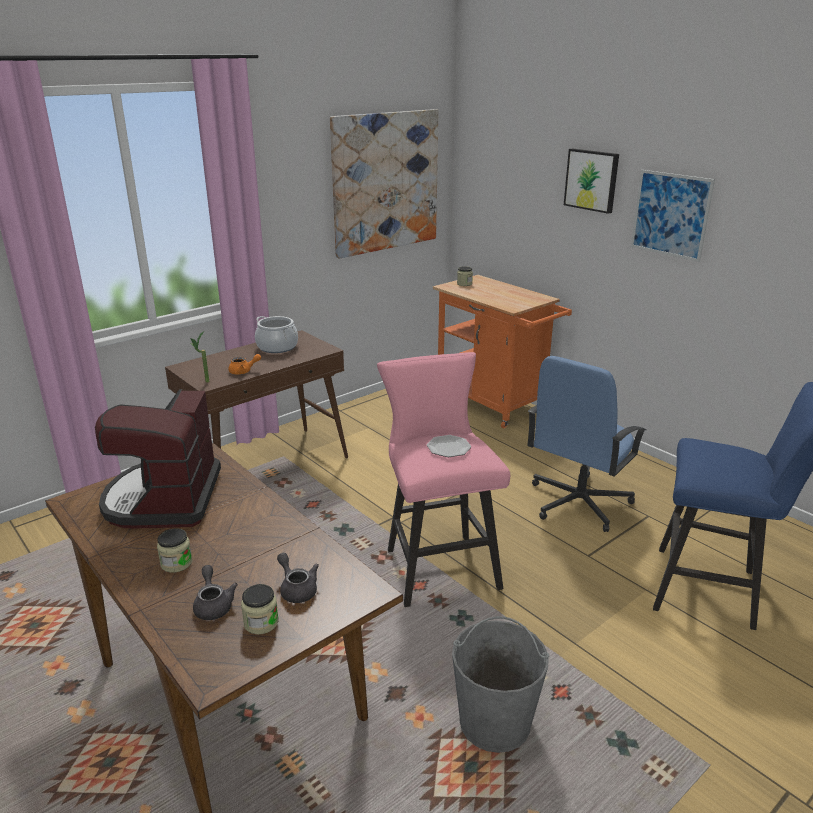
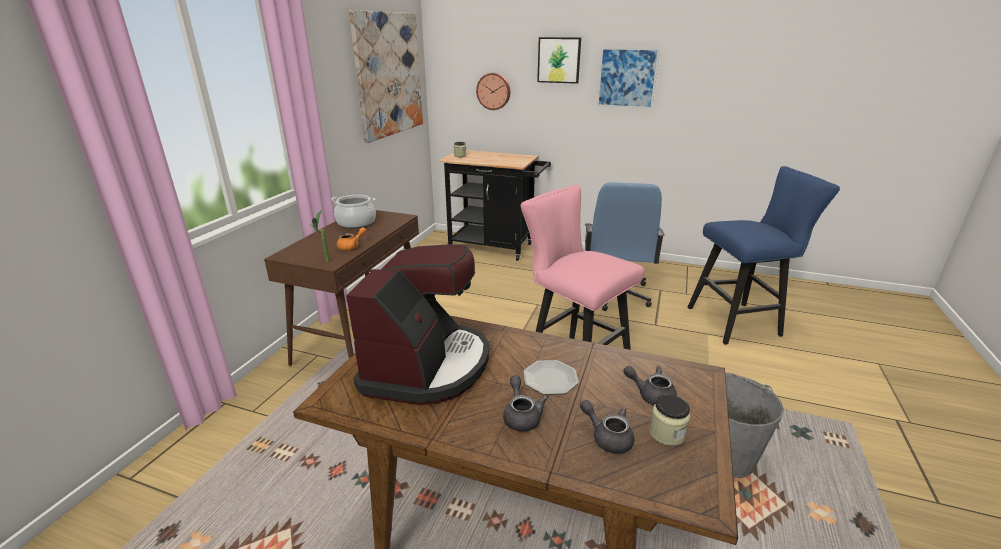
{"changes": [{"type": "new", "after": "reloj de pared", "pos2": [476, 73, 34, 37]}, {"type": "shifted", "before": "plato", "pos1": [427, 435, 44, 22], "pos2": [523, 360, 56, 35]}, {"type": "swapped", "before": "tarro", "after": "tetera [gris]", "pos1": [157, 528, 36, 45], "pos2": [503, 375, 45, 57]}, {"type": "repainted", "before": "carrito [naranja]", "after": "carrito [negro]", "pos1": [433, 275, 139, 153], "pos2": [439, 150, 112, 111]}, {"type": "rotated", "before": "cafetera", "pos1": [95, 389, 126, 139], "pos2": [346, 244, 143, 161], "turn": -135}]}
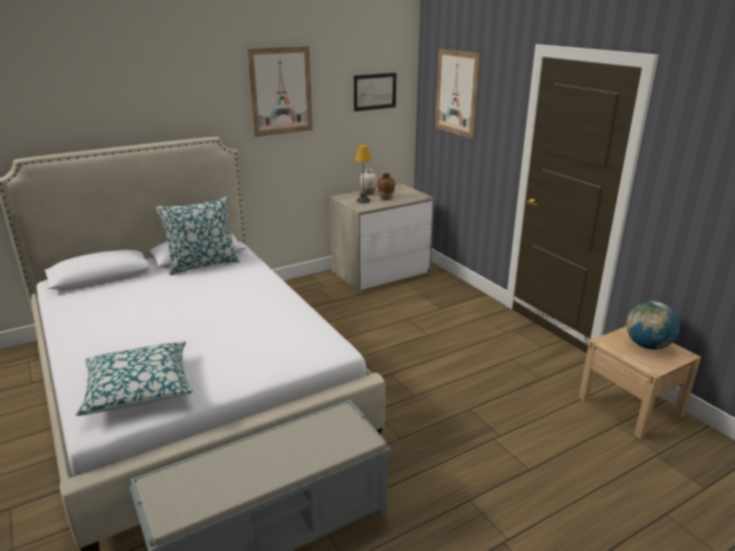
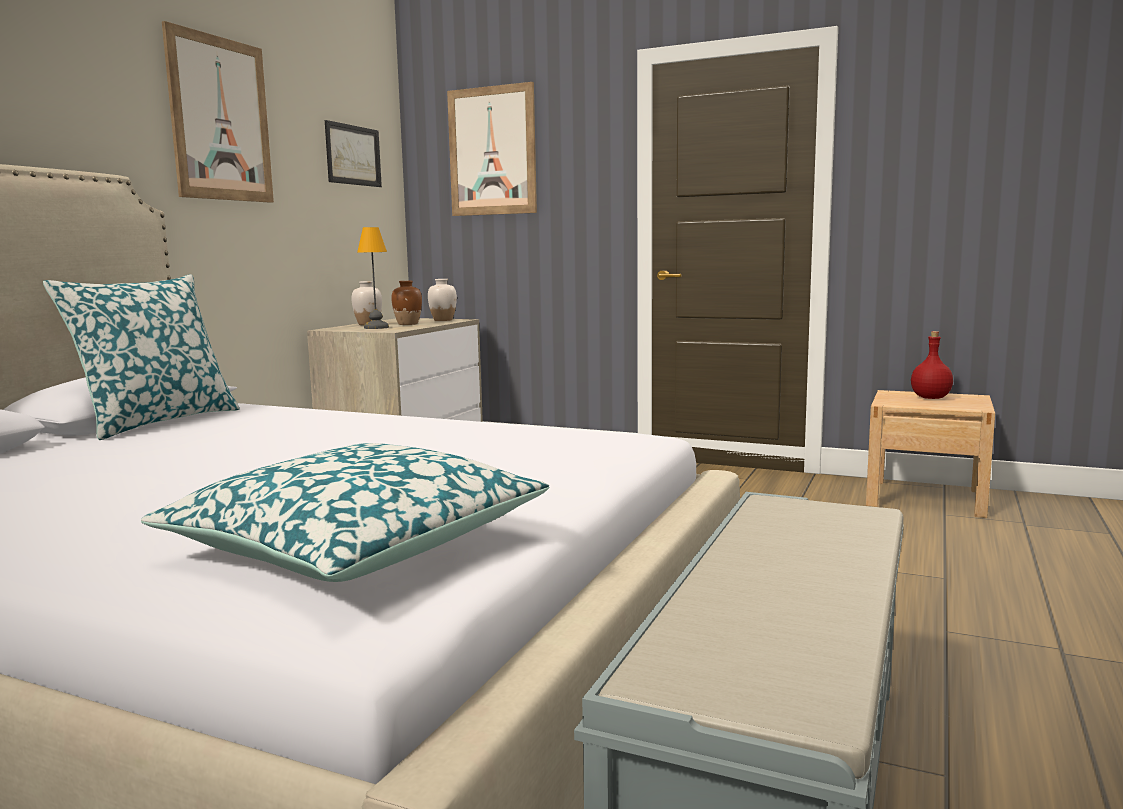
{"changes": [{"type": "new", "after": "florero [blanco]", "pos2": [428, 279, 29, 42]}, {"type": "swapped", "before": "globo terráqueo", "after": "botella [rojo]", "pos1": [626, 301, 54, 49], "pos2": [911, 331, 42, 68]}]}
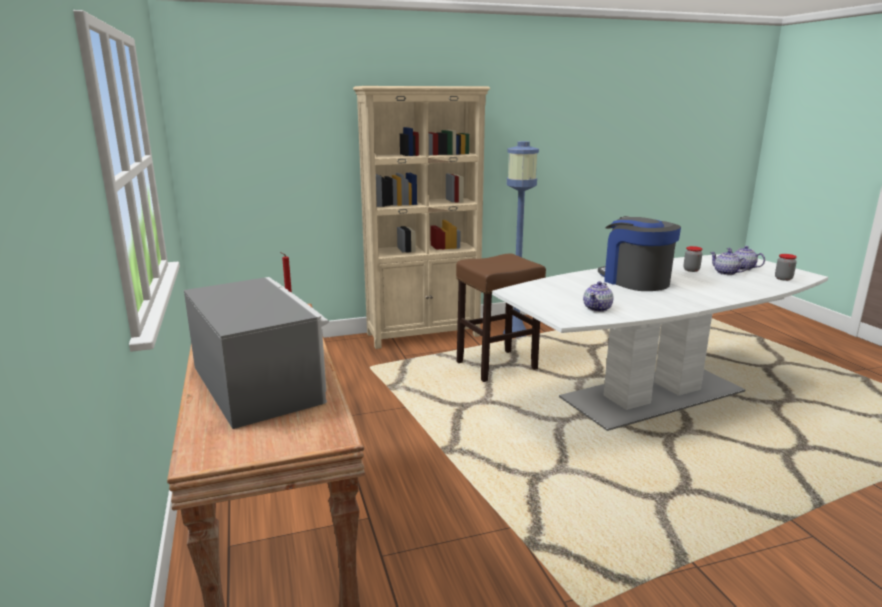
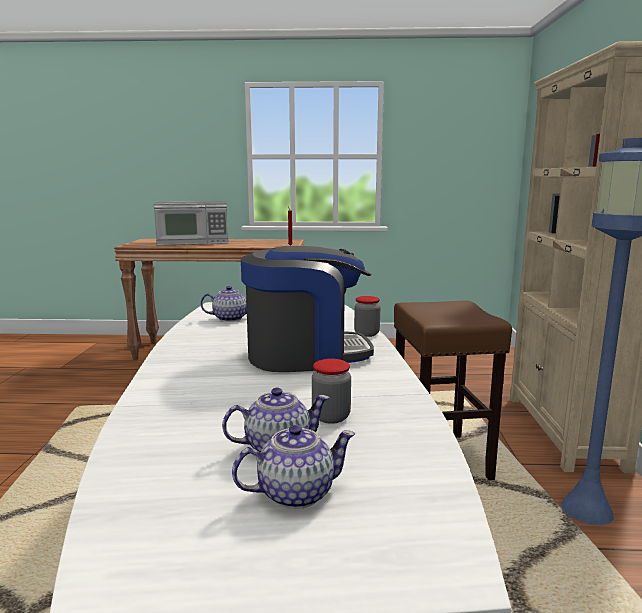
{"changes": [{"type": "shifted", "before": "tarro", "pos1": [775, 254, 22, 27], "pos2": [354, 296, 26, 41]}, {"type": "rotated", "before": "tetera", "pos1": [583, 281, 31, 31], "pos2": [200, 286, 47, 36], "turn": 120}]}
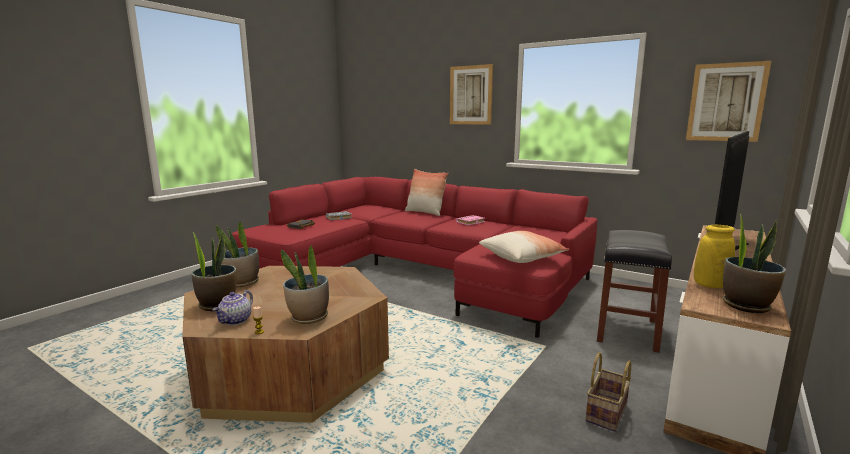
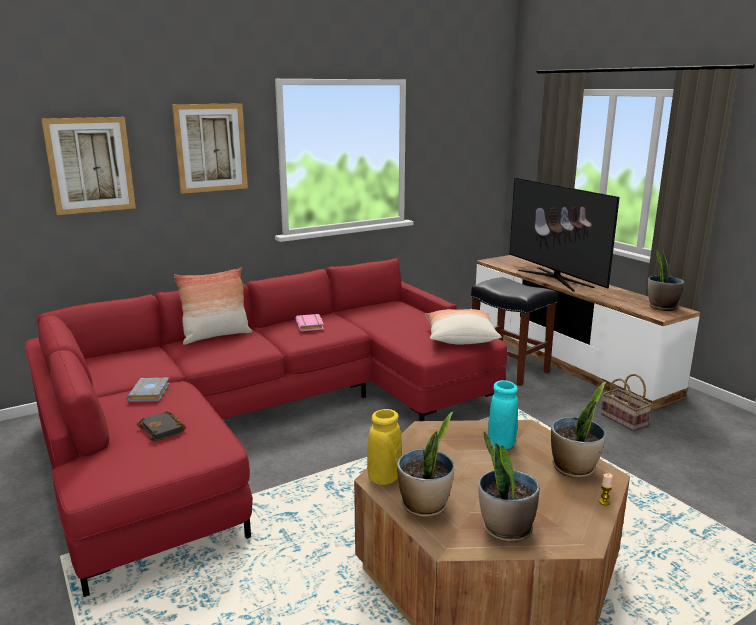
{"changes": [{"type": "gone", "before": "tetera", "pos1": [213, 290, 40, 35]}, {"type": "new", "after": "florero [turquesa]", "pos2": [488, 380, 30, 69]}, {"type": "shifted", "before": "cuadro", "pos1": [686, 61, 85, 81], "pos2": [41, 117, 95, 98]}, {"type": "shifted", "before": "florero [amarillo]", "pos1": [694, 225, 41, 63], "pos2": [367, 409, 35, 76]}]}
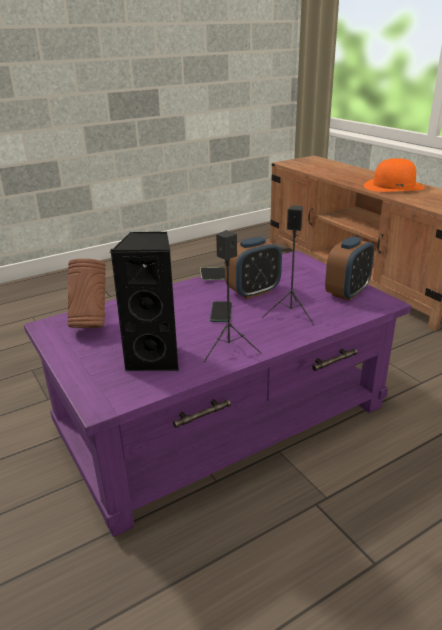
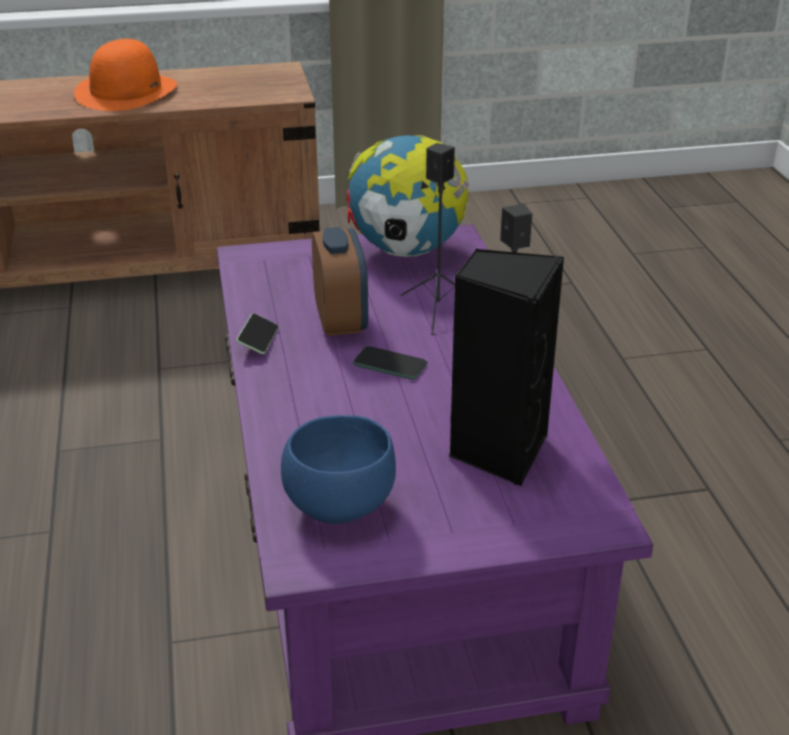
{"changes": [{"type": "swapped", "before": "florero [marrón]", "after": "cuenco [azul]", "pos1": [68, 259, 38, 69], "pos2": [281, 415, 115, 109]}, {"type": "swapped", "before": "despertador", "after": "globo terráqueo", "pos1": [325, 236, 49, 65], "pos2": [347, 135, 122, 122]}]}
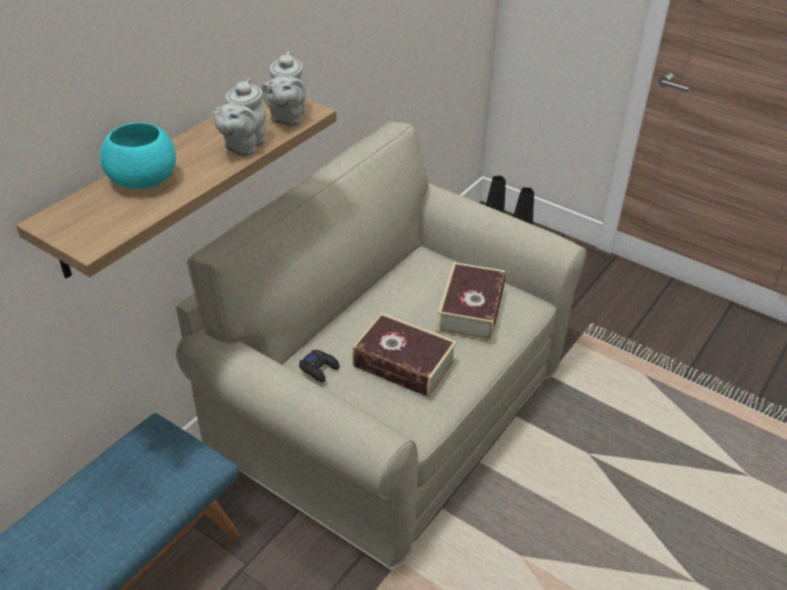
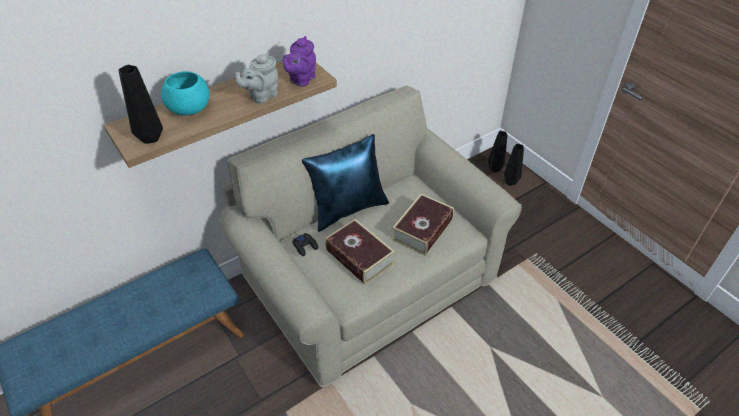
{"changes": [{"type": "new", "after": "florero [negro]", "pos2": [118, 65, 45, 79]}, {"type": "new", "after": "cojín [azul]", "pos2": [302, 134, 87, 98]}, {"type": "repainted", "before": "tetera [gris]", "after": "tetera [morado]", "pos1": [261, 51, 45, 75], "pos2": [282, 36, 34, 51]}]}
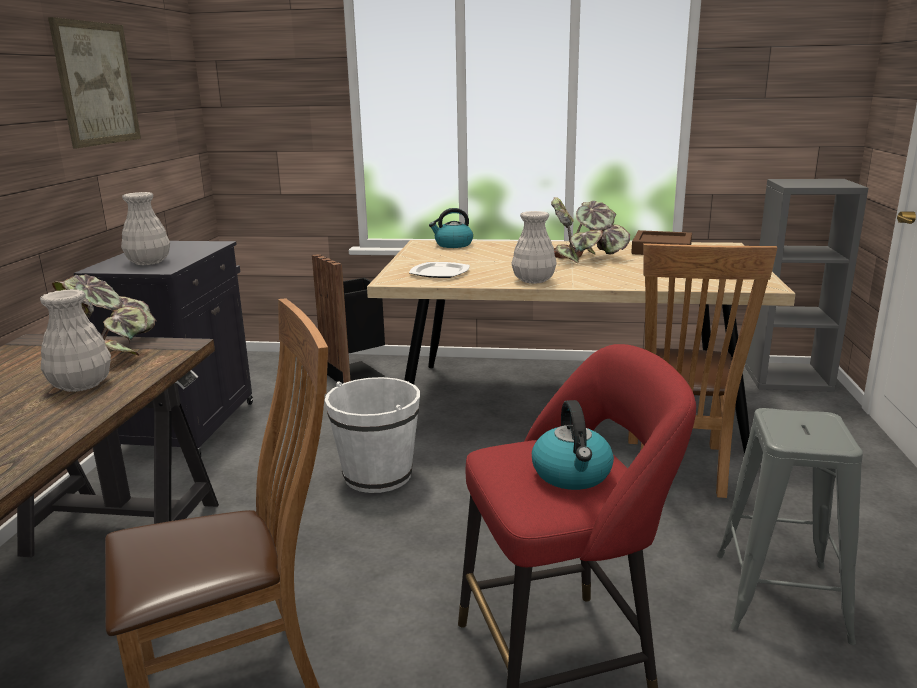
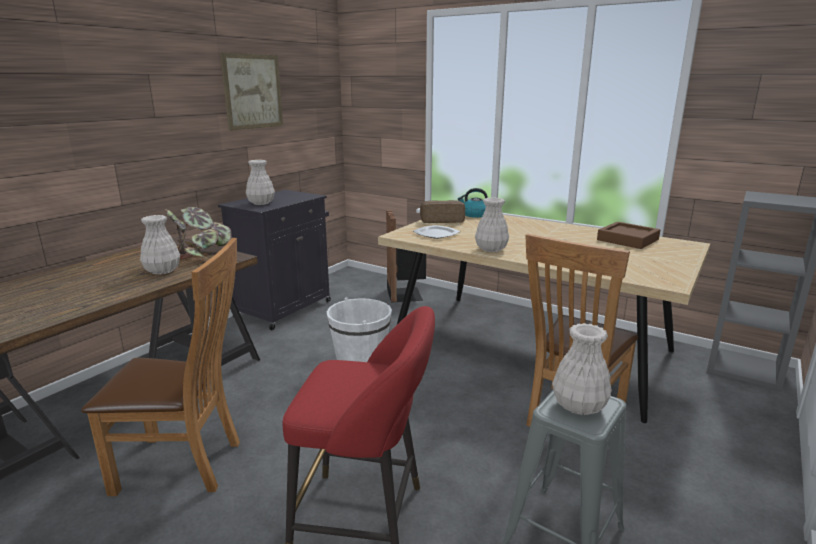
{"changes": [{"type": "gone", "before": "hervidor", "pos1": [532, 400, 82, 90]}, {"type": "gone", "before": "planta en maceta", "pos1": [551, 197, 79, 66]}, {"type": "new", "after": "pan", "pos2": [420, 200, 45, 23]}, {"type": "new", "after": "florero [blanco]", "pos2": [552, 323, 60, 92]}]}
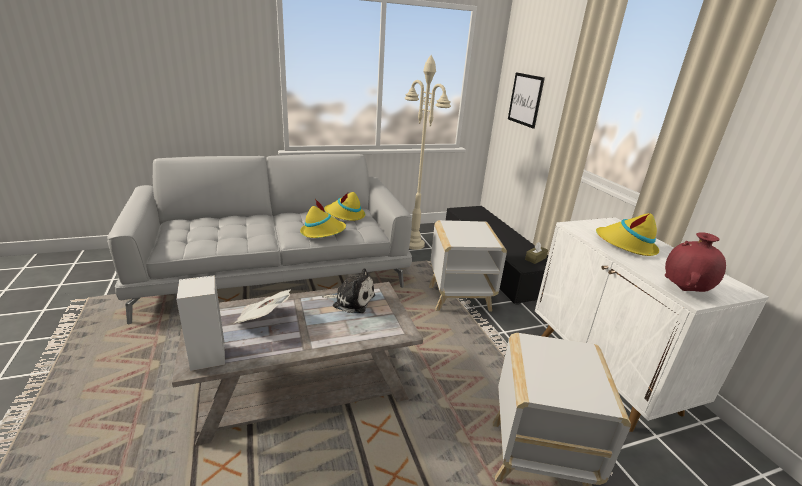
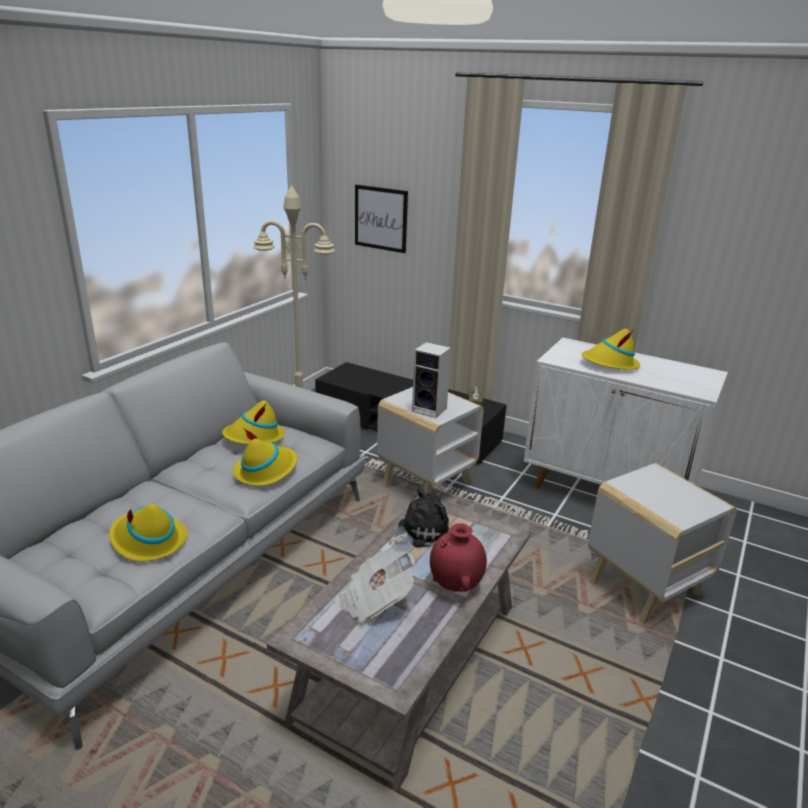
{"changes": [{"type": "new", "after": "sombrero [amarillo]", "pos2": [109, 504, 79, 57]}, {"type": "shifted", "before": "altavoz", "pos1": [176, 275, 49, 96], "pos2": [412, 342, 39, 76]}, {"type": "shifted", "before": "florero [rojo]", "pos1": [665, 232, 61, 60], "pos2": [430, 523, 57, 69]}]}
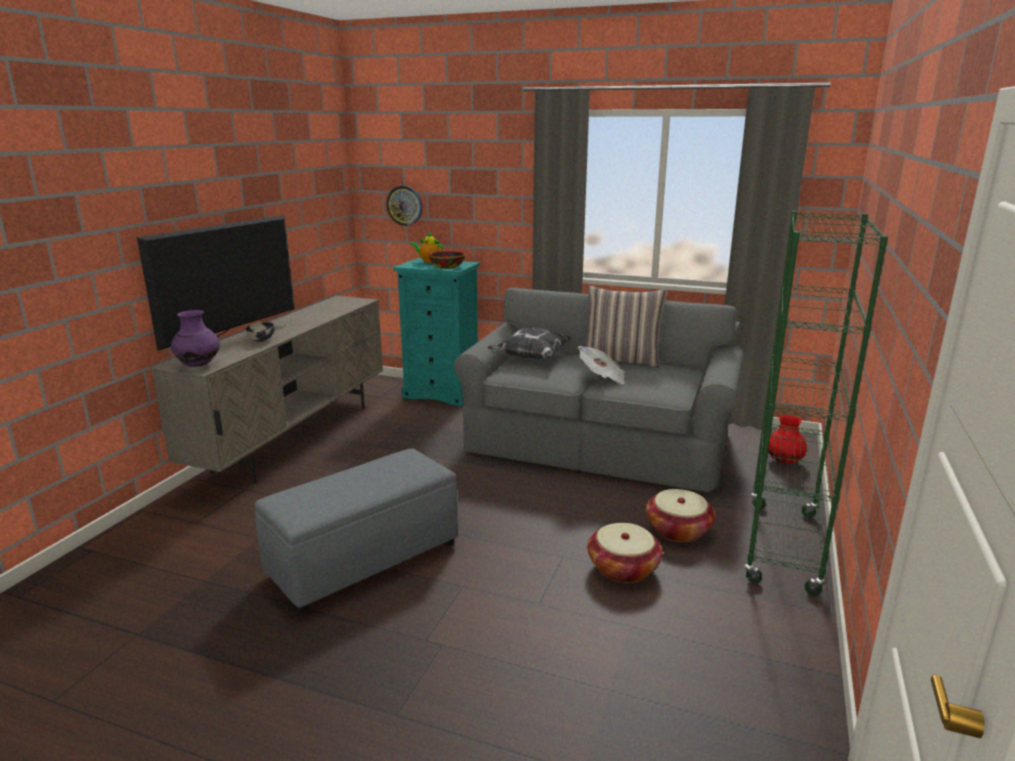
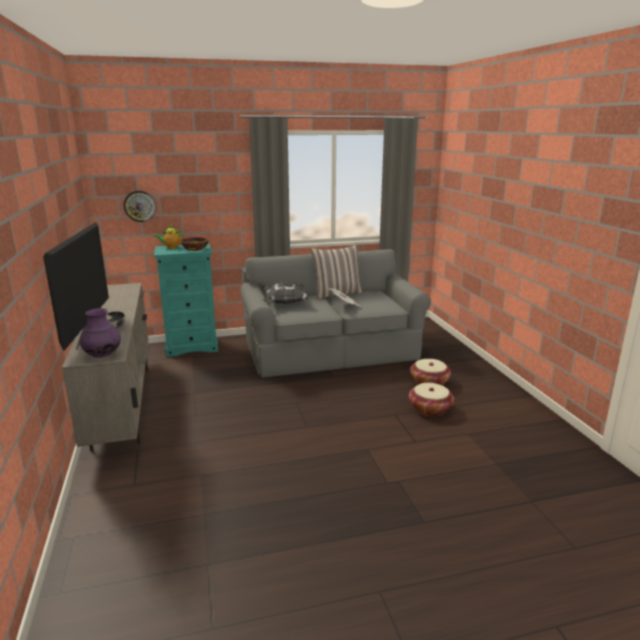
{"changes": [{"type": "gone", "before": "puf [gris]", "pos1": [254, 448, 204, 165]}, {"type": "gone", "before": "estantería [verde]", "pos1": [744, 211, 144, 384]}, {"type": "gone", "before": "florero [rojo]", "pos1": [768, 415, 39, 49]}]}
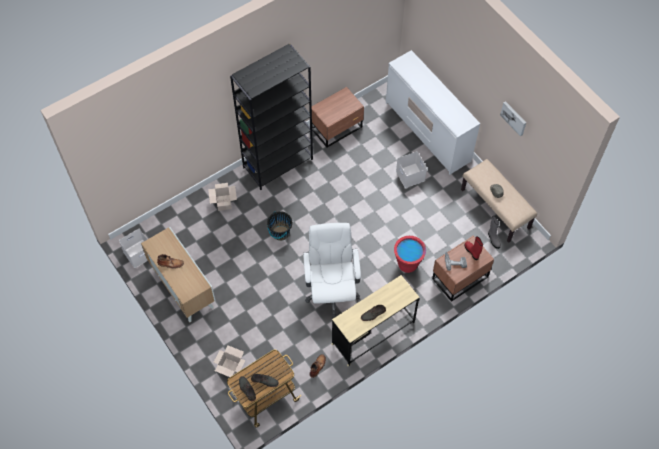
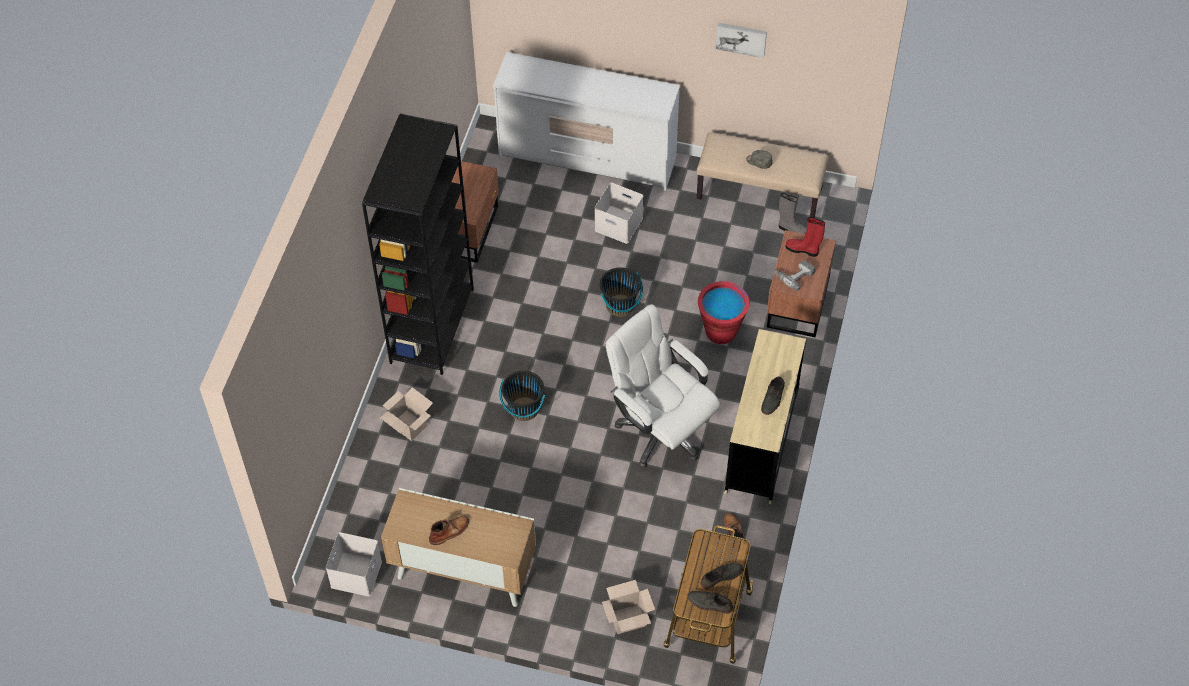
{"changes": [{"type": "new", "after": "cubo [negro]", "pos2": [600, 267, 43, 50]}]}
